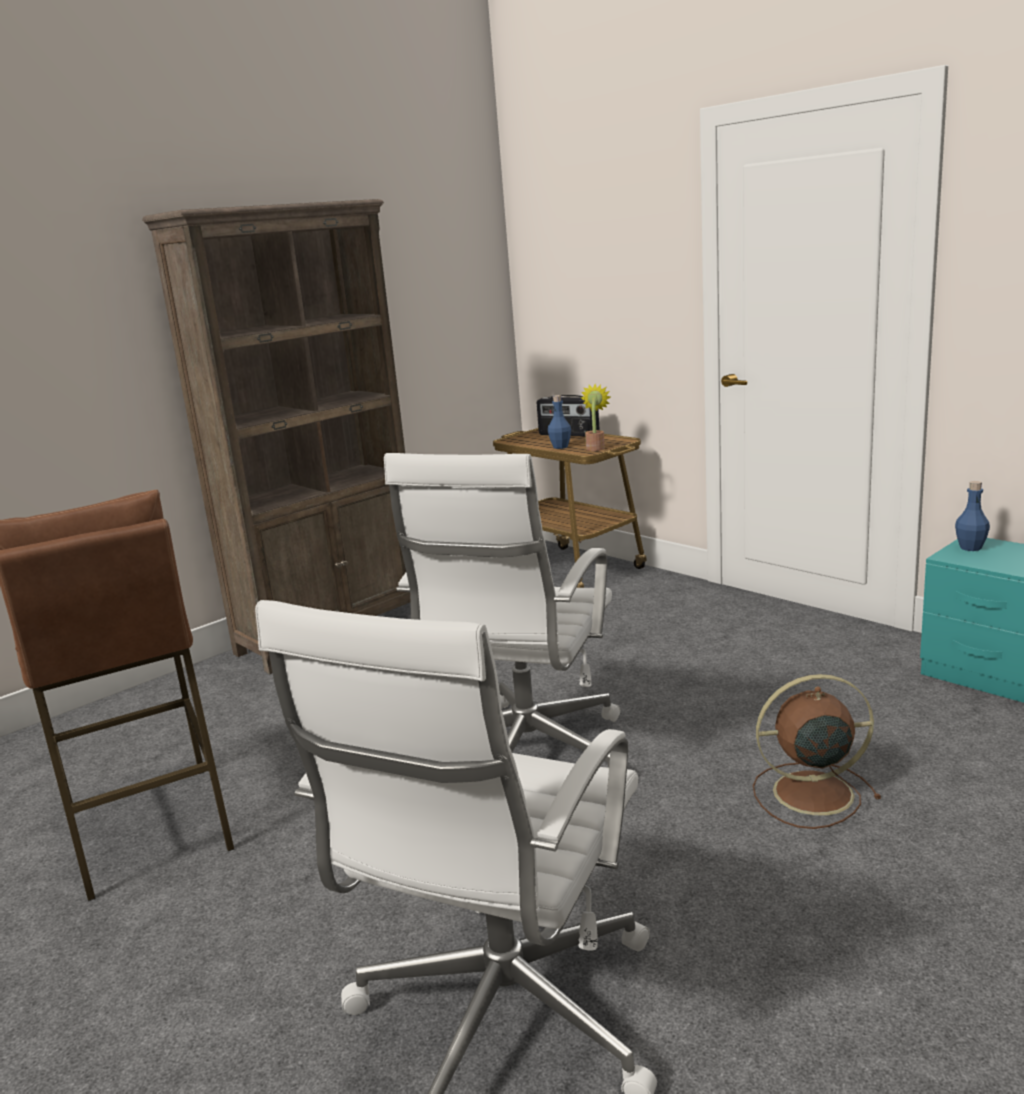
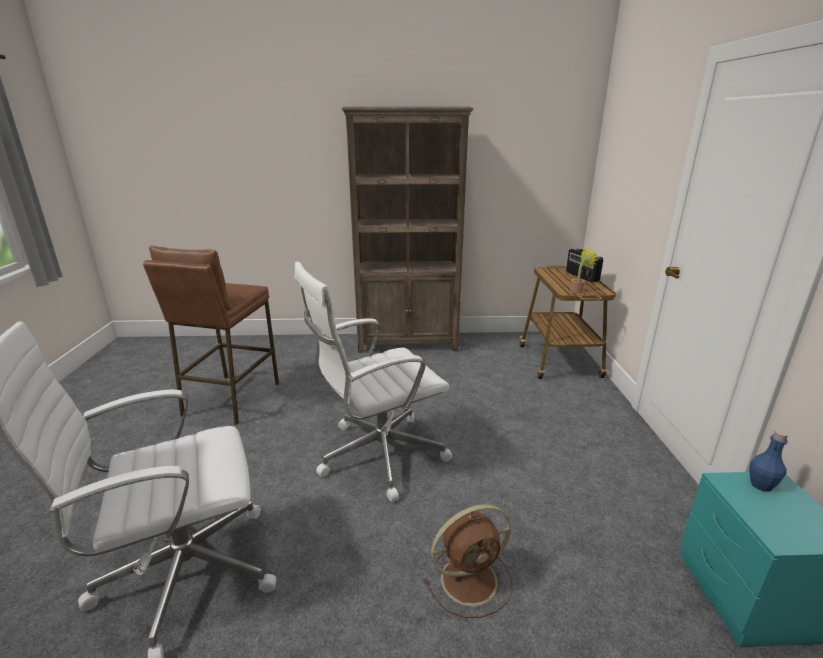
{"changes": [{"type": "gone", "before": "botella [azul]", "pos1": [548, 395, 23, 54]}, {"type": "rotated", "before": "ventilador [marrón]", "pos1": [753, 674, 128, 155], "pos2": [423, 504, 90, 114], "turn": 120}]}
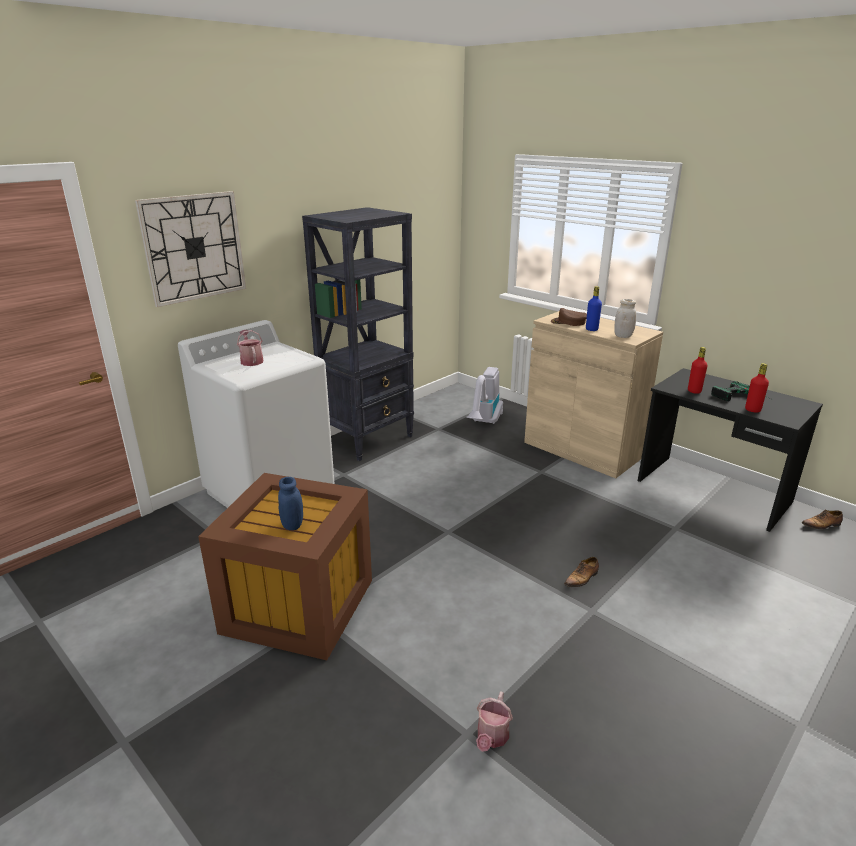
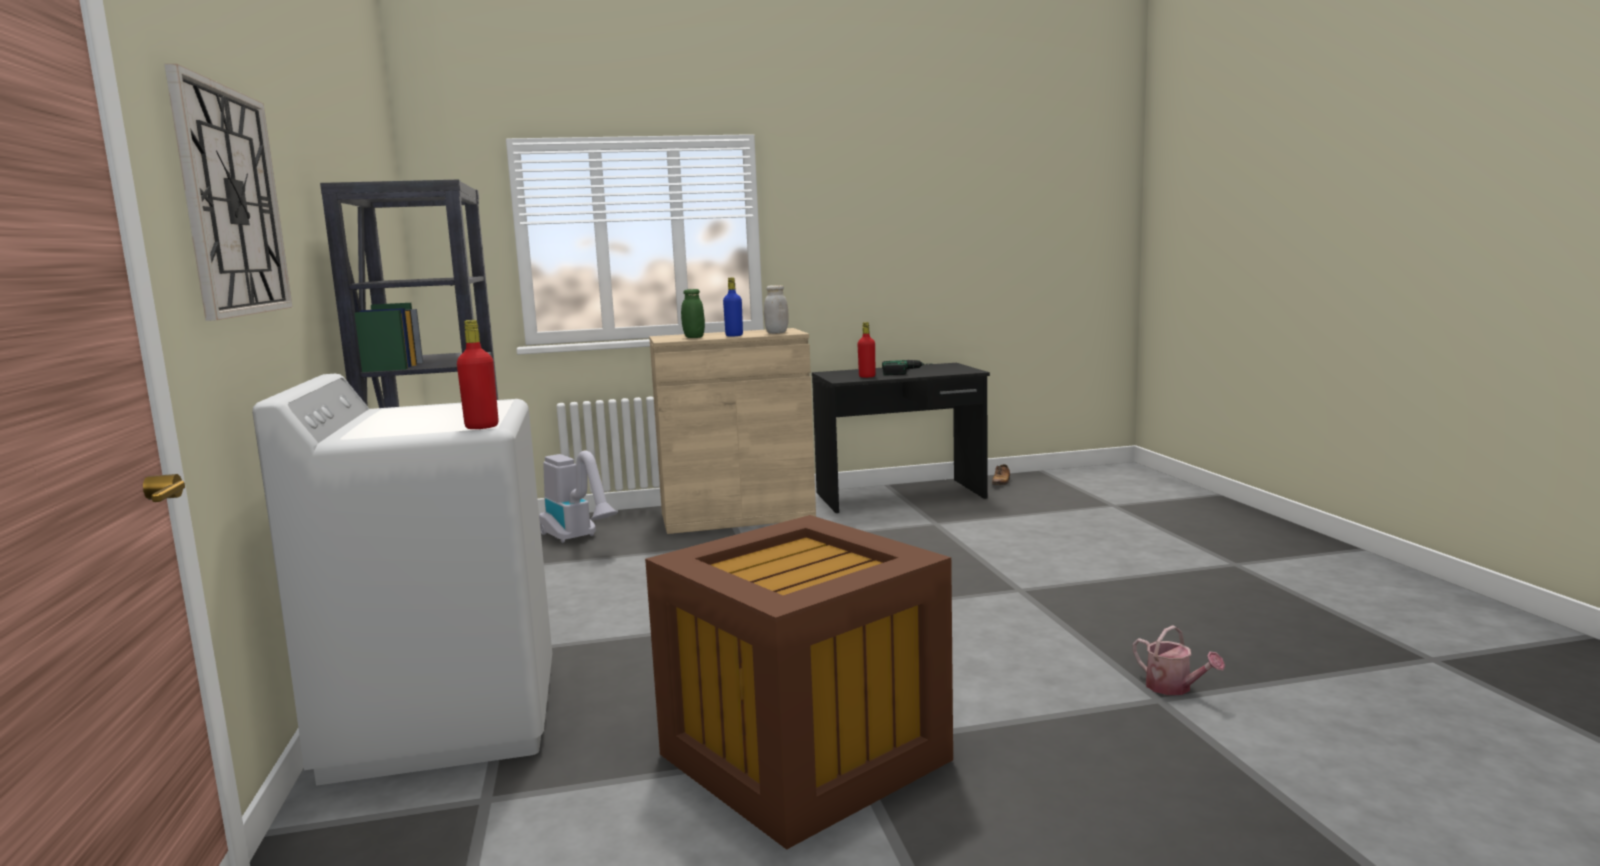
{"changes": [{"type": "gone", "before": "regadera", "pos1": [237, 330, 27, 36]}, {"type": "gone", "before": "tarro [azul]", "pos1": [278, 477, 25, 53]}, {"type": "gone", "before": "zapato", "pos1": [564, 557, 35, 30]}, {"type": "shifted", "before": "botella [rojo]", "pos1": [745, 363, 24, 50], "pos2": [457, 320, 42, 109]}, {"type": "swapped", "before": "gorra [marrón]", "after": "tarro [verde]", "pos1": [551, 308, 36, 18], "pos2": [681, 289, 24, 49]}]}
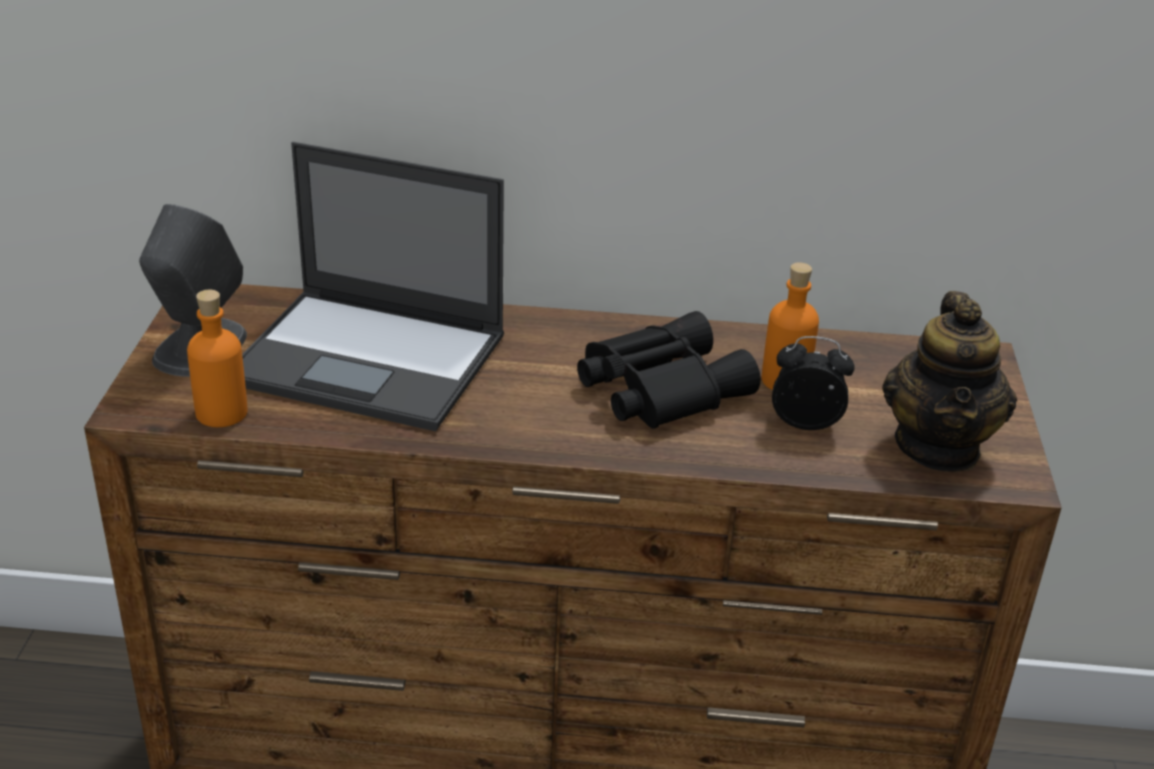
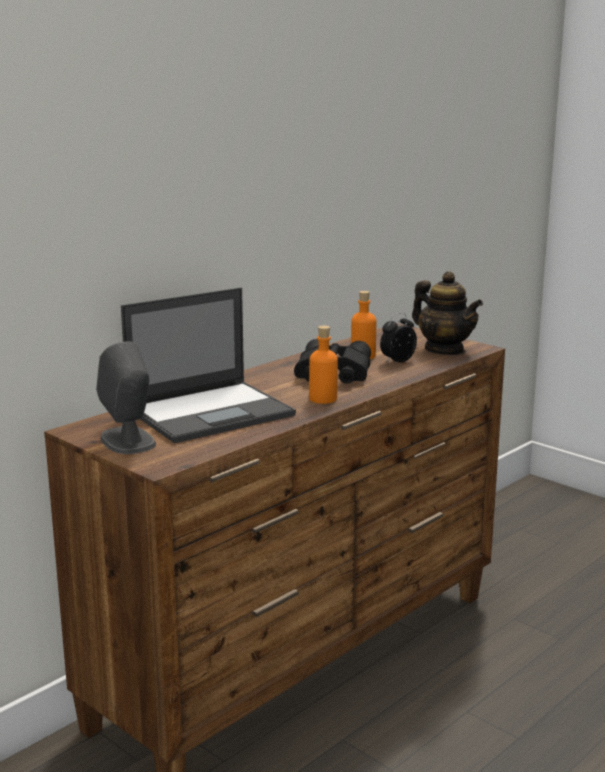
{"changes": [{"type": "shifted", "before": "botella [naranja]", "pos1": [187, 290, 61, 137], "pos2": [309, 326, 29, 78]}]}
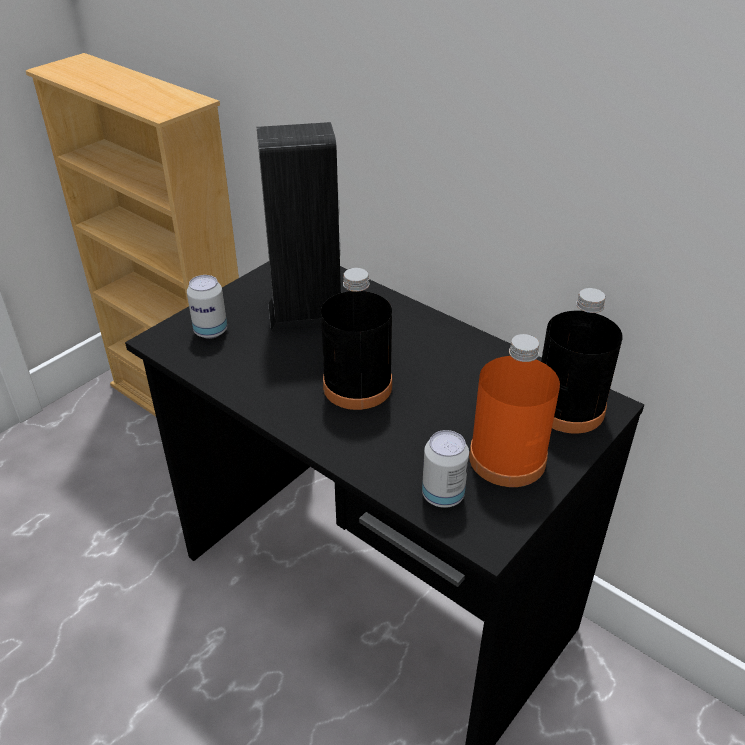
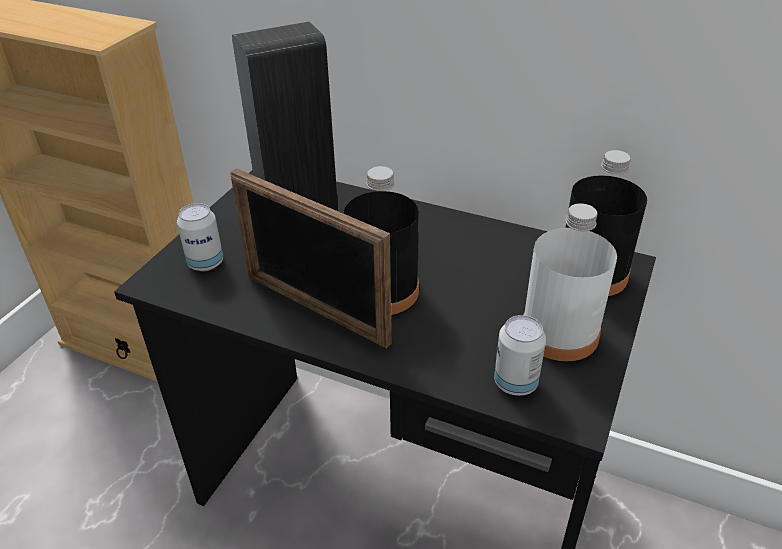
{"changes": [{"type": "new", "after": "portarretratos", "pos2": [230, 168, 162, 180]}, {"type": "repainted", "before": "botella [naranja]", "after": "botella [blanco]", "pos1": [469, 334, 91, 153], "pos2": [523, 203, 94, 159]}]}
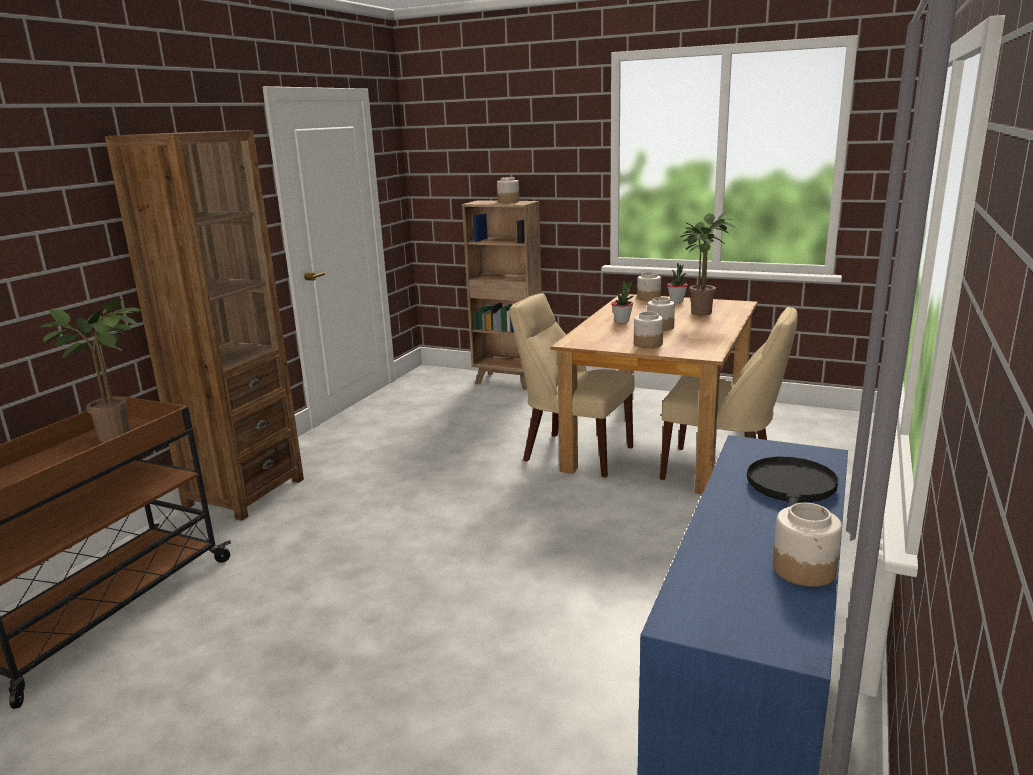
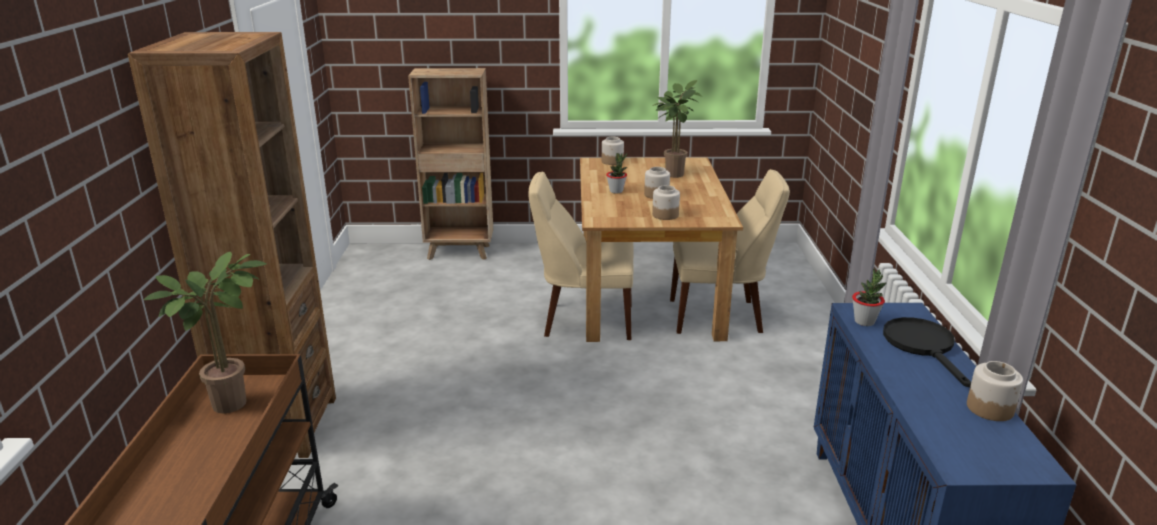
{"changes": [{"type": "gone", "before": "tarro", "pos1": [497, 177, 22, 26]}, {"type": "shifted", "before": "planta en maceta", "pos1": [667, 263, 21, 40], "pos2": [852, 269, 34, 57]}]}
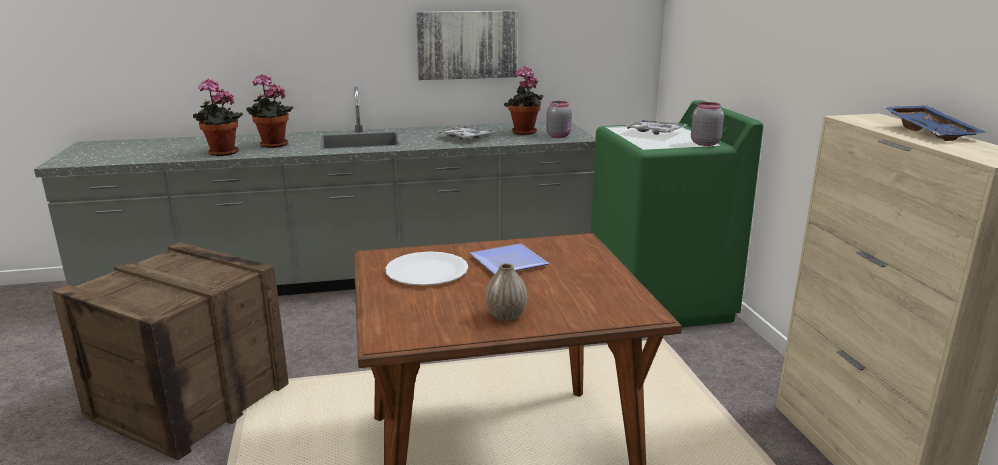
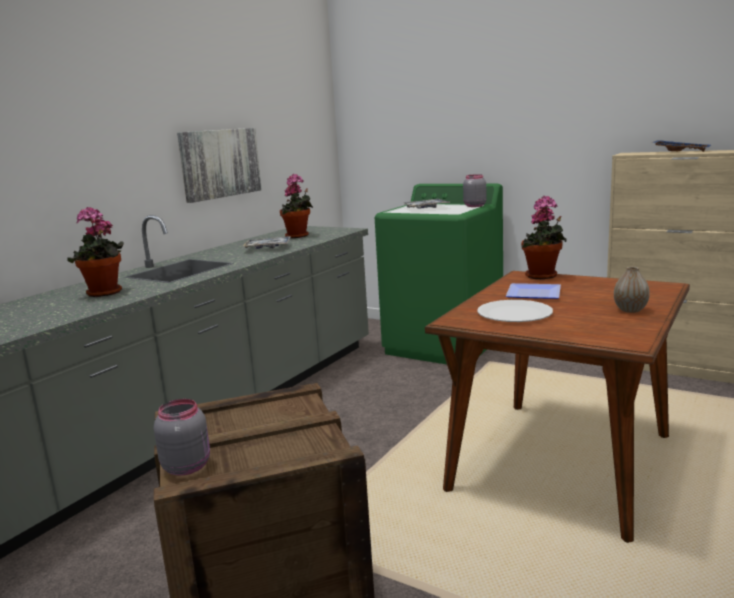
{"changes": [{"type": "shifted", "before": "planta en maceta", "pos1": [193, 79, 50, 77], "pos2": [521, 196, 46, 84]}, {"type": "shifted", "before": "tarro [gris]", "pos1": [546, 101, 26, 37], "pos2": [154, 399, 56, 76]}]}
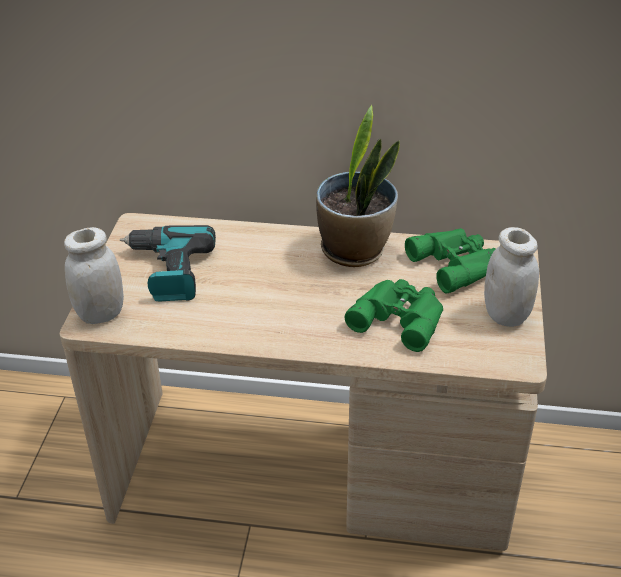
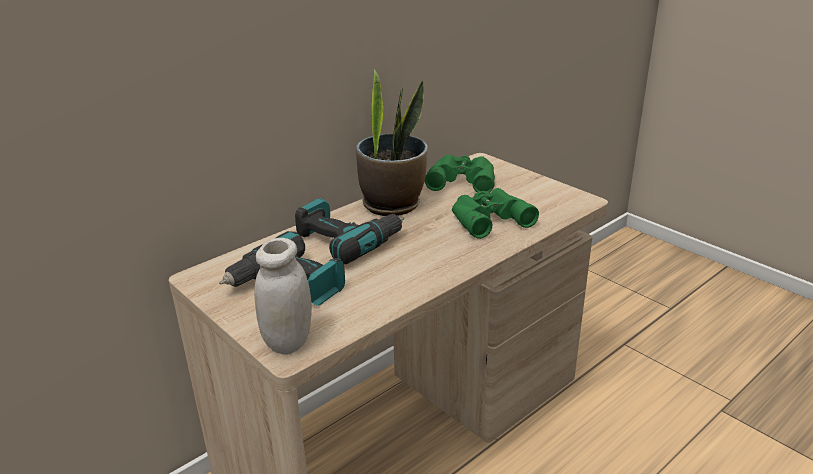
{"changes": [{"type": "gone", "before": "tarro [blanco]", "pos1": [484, 227, 55, 100]}, {"type": "new", "after": "taladro", "pos2": [295, 198, 110, 66]}]}
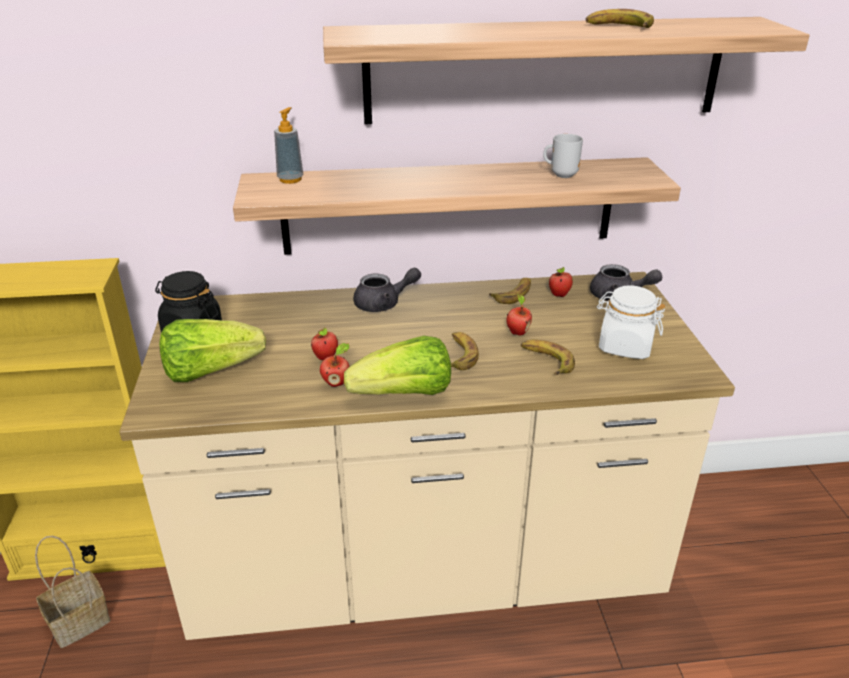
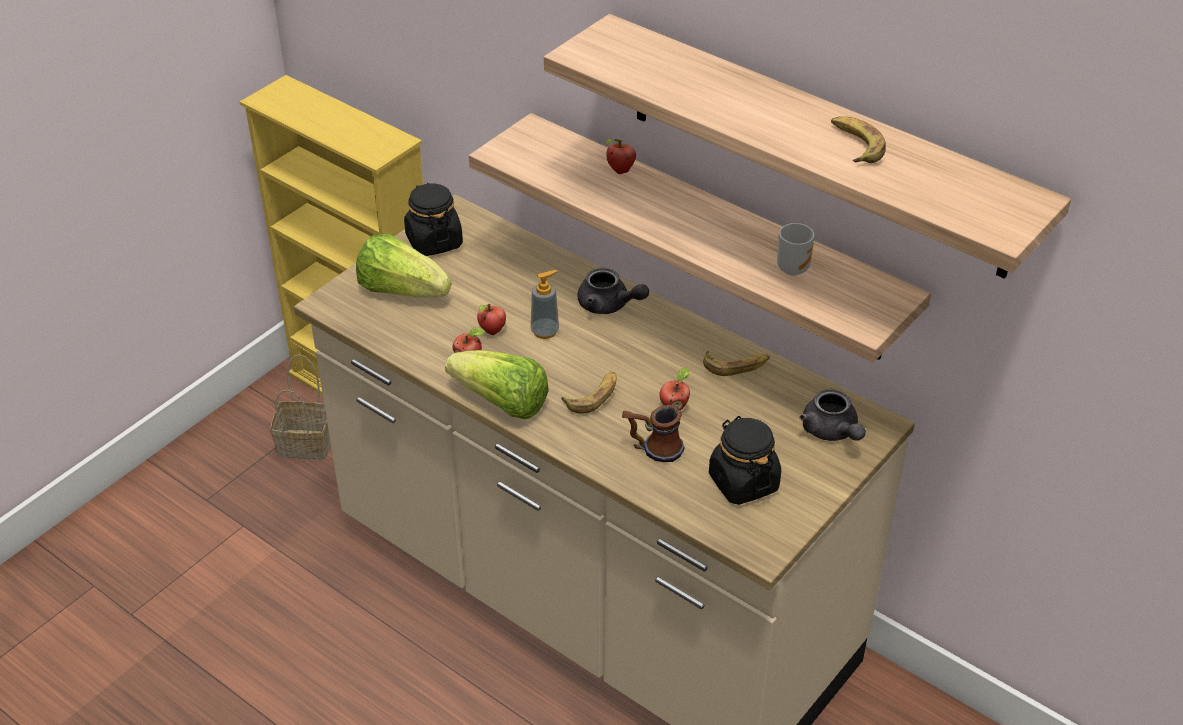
{"changes": [{"type": "shifted", "before": "dispensador de jabón", "pos1": [274, 107, 30, 77], "pos2": [531, 270, 28, 69]}, {"type": "shifted", "before": "manzana", "pos1": [549, 267, 24, 30], "pos2": [606, 139, 30, 35]}, {"type": "swapped", "before": "plátano", "after": "taza grande", "pos1": [521, 340, 54, 35], "pos2": [622, 405, 62, 57]}, {"type": "repainted", "before": "tarro [blanco]", "after": "tarro [negro]", "pos1": [597, 286, 68, 73], "pos2": [709, 416, 72, 89]}]}
